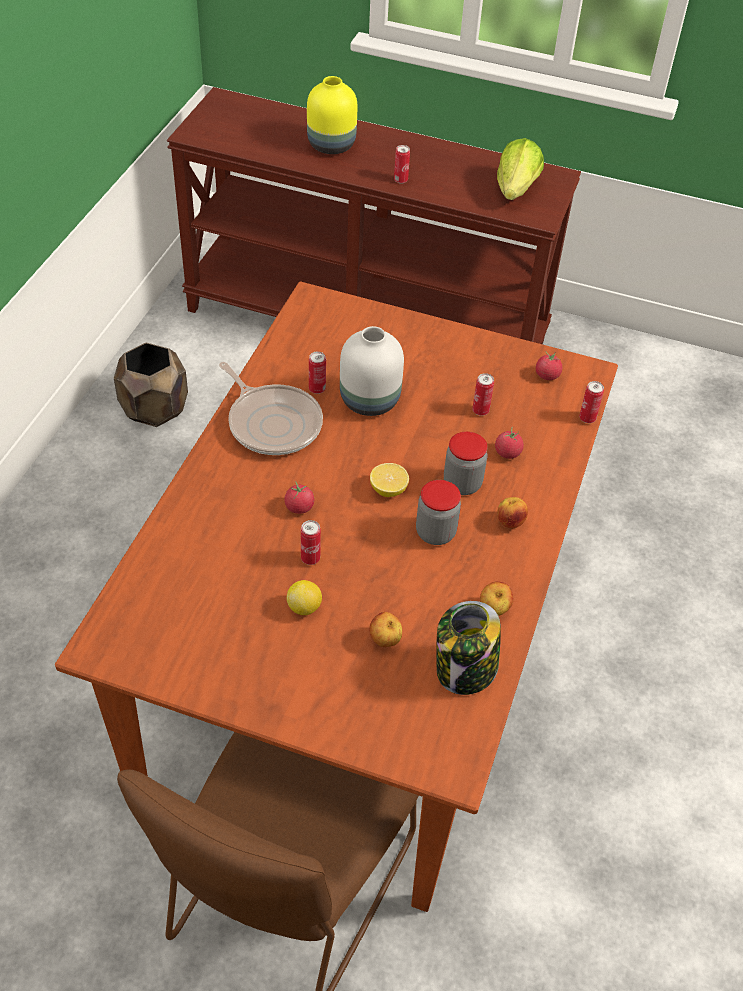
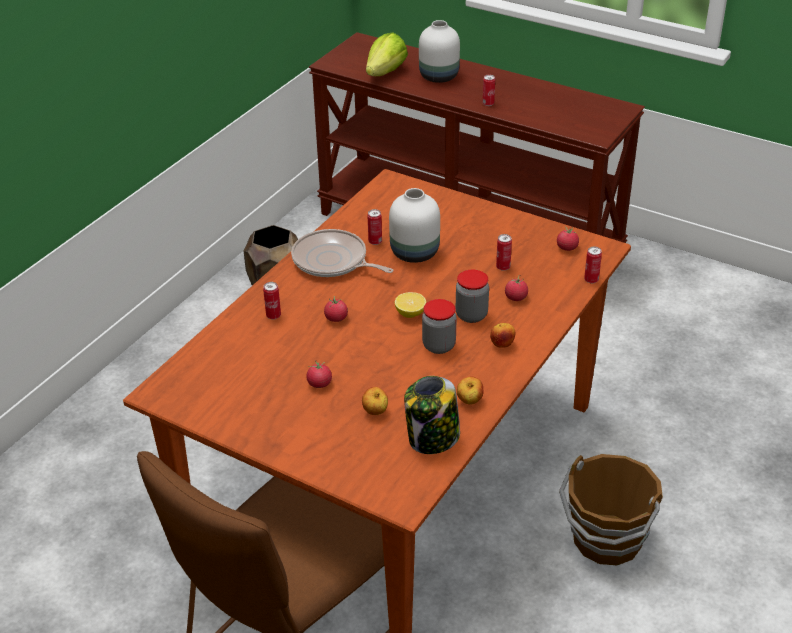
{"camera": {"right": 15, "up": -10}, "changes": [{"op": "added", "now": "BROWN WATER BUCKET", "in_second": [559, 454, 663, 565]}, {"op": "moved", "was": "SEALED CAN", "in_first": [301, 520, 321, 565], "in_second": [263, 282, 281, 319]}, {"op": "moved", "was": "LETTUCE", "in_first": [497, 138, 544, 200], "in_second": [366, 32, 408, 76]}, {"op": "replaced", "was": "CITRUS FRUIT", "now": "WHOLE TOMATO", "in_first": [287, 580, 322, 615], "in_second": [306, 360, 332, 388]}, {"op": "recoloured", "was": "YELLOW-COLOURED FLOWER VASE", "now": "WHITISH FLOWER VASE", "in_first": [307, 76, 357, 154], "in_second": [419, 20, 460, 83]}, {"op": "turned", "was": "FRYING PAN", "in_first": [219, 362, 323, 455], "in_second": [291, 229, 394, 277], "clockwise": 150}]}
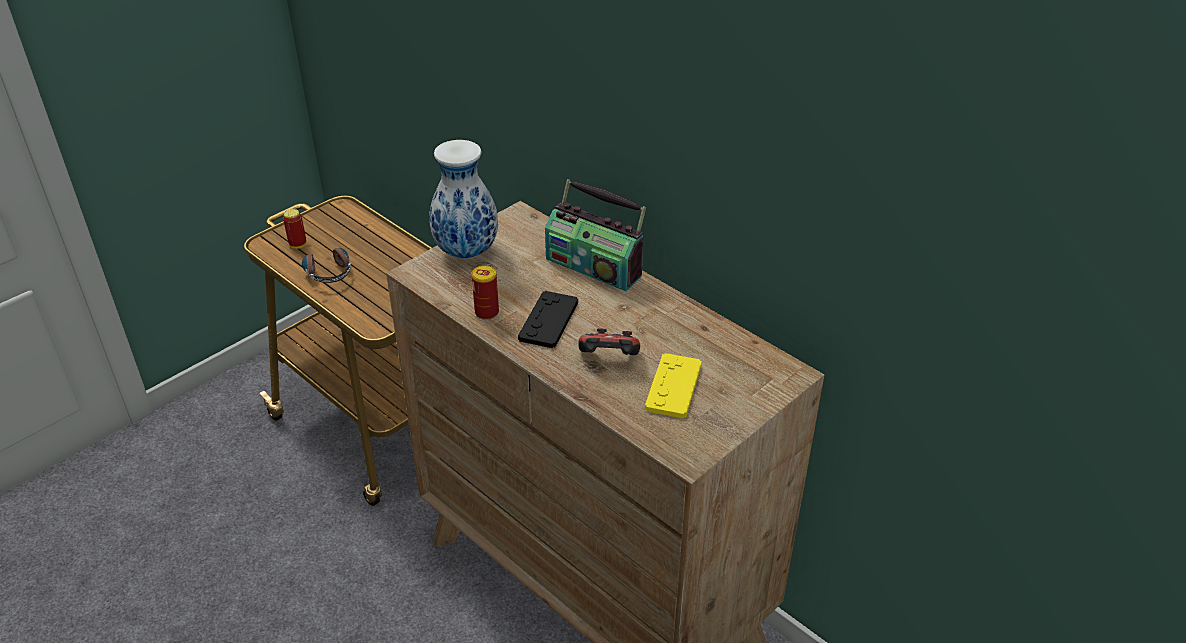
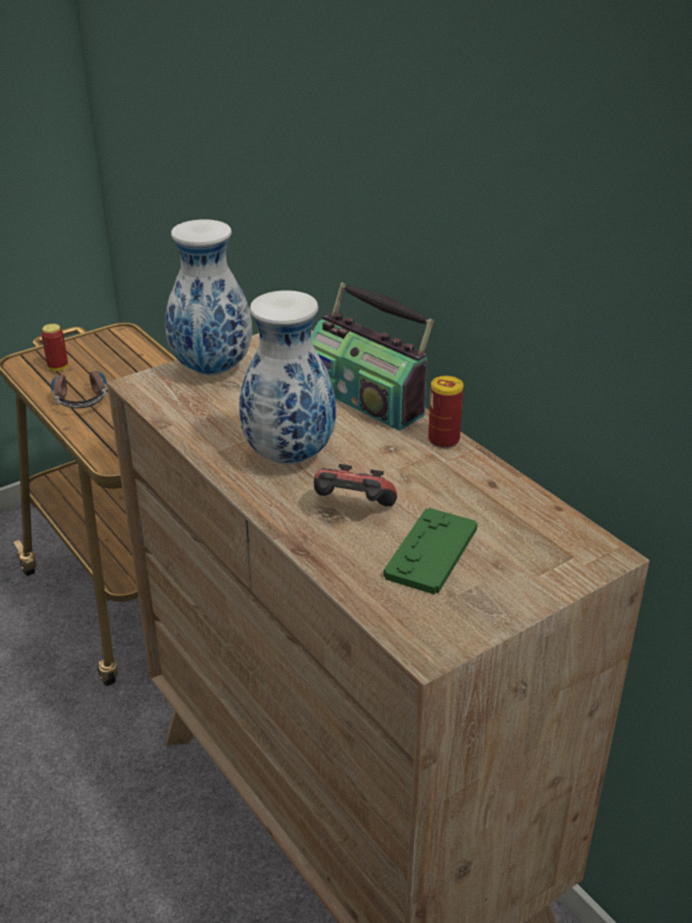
{"camera": {"right": 10, "up": -5}, "changes": [{"op": "moved", "was": "SEALED CAN", "in_first": [471, 265, 499, 320], "in_second": [428, 376, 464, 448]}, {"op": "replaced", "was": "BLACK JOYPAD", "now": "FLOWER VASE", "in_first": [518, 291, 578, 348], "in_second": [239, 290, 336, 465]}, {"op": "recoloured", "was": "YELLOW-COLOURED JOYPAD", "now": "GREEN-COLOURED JOYPAD", "in_first": [645, 353, 702, 419], "in_second": [383, 508, 477, 594]}]}
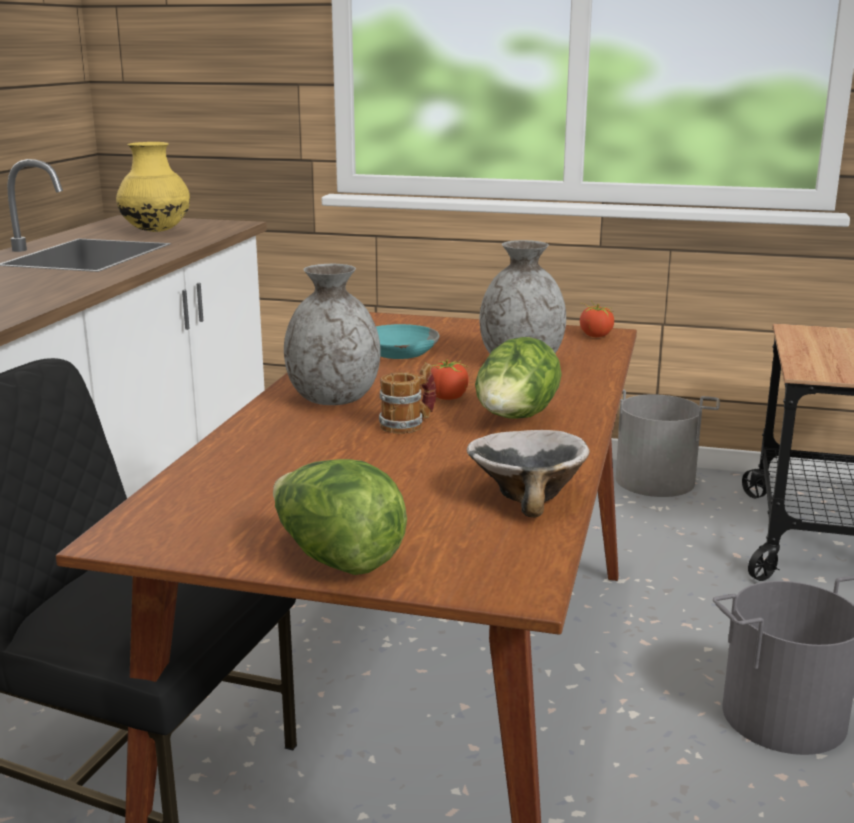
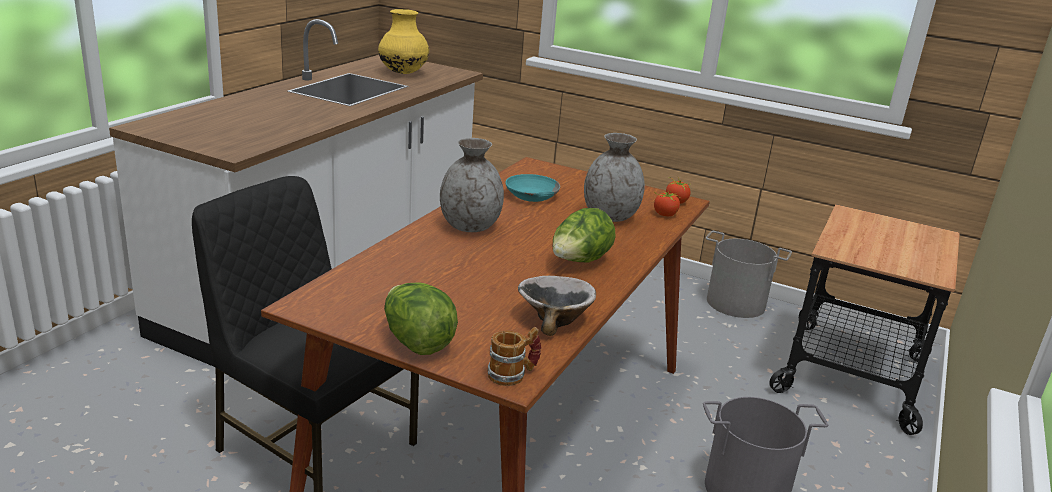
{"camera": {"right": 10, "up": 5}, "changes": [{"op": "moved", "was": "MUG", "in_first": [379, 363, 436, 434], "in_second": [488, 327, 541, 386]}, {"op": "moved", "was": "WHOLE TOMATO", "in_first": [425, 360, 469, 400], "in_second": [654, 191, 680, 216]}]}
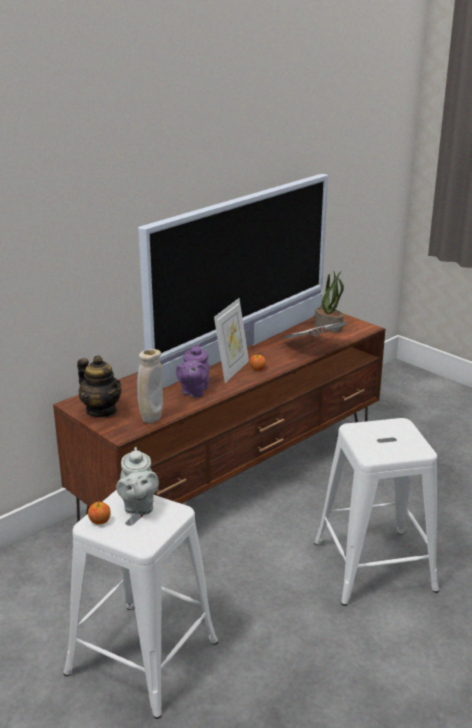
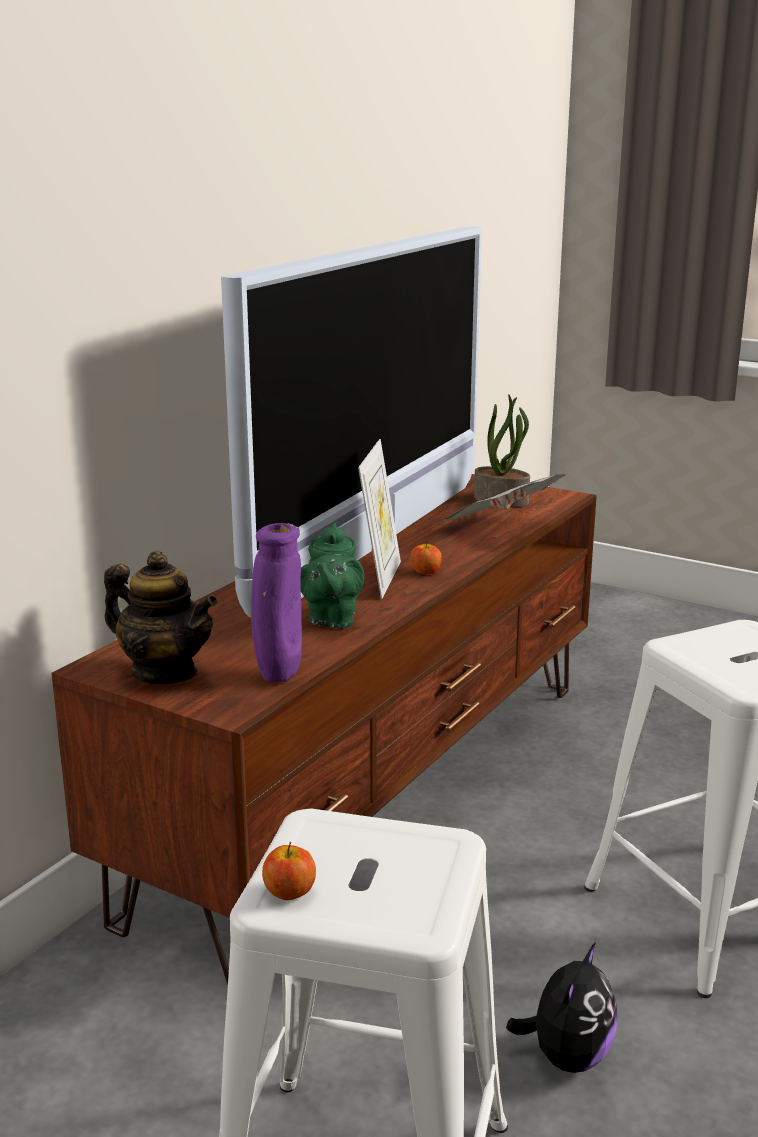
{"camera": {"right": -15, "up": -5}, "changes": [{"op": "removed", "was": "GREY POT FOR TEA", "in_first": [116, 447, 159, 515]}, {"op": "added", "now": "PLUSH TOY", "in_second": [506, 942, 618, 1073]}, {"op": "recoloured", "was": "SAND-COLOURED FLOWER VASE", "now": "PURPLISH FLOWER VASE", "in_first": [137, 349, 163, 423], "in_second": [251, 523, 302, 683]}, {"op": "recoloured", "was": "PURPLISH POT FOR TEA", "now": "GREEN-COLOURED POT FOR TEA", "in_first": [176, 344, 210, 398], "in_second": [300, 523, 364, 629]}]}
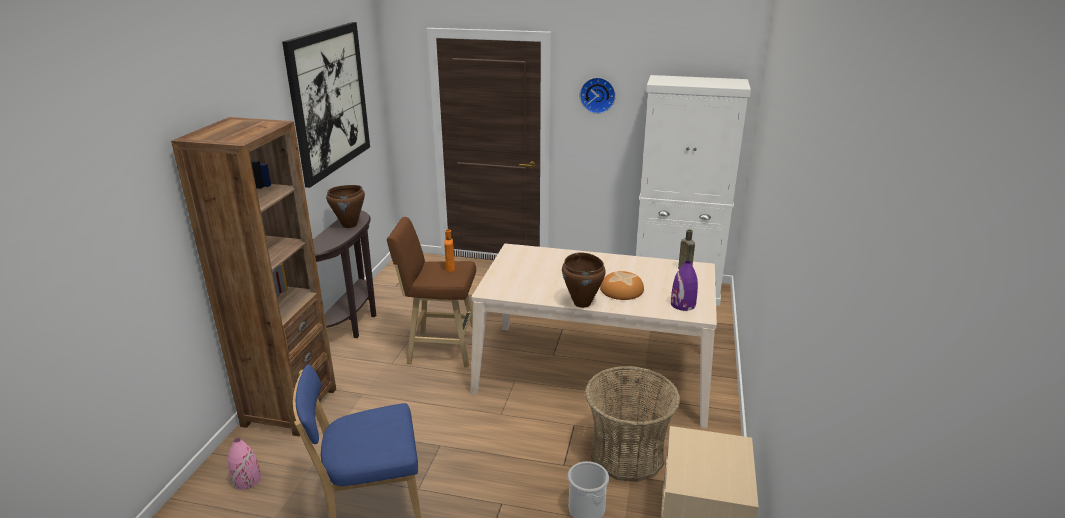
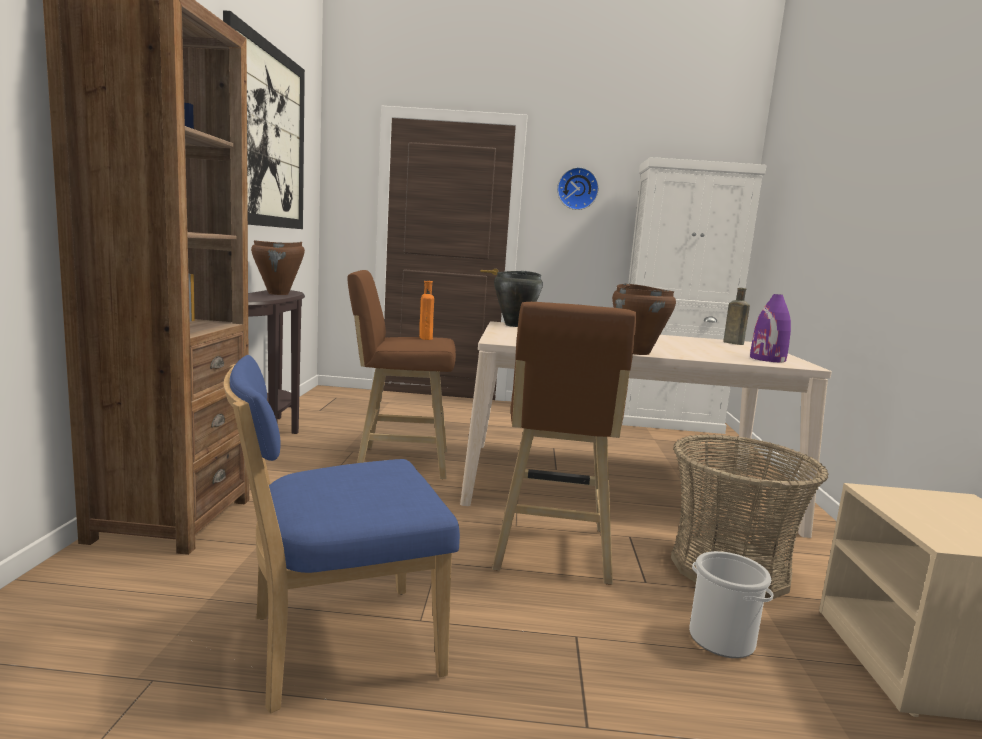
{"camera": {"right": -10, "up": -15}, "changes": [{"op": "removed", "was": "PINK-COLOURED FLOWER VASE", "in_first": [228, 438, 261, 490]}, {"op": "removed", "was": "BAKERY BREAD", "in_first": [600, 271, 644, 300]}, {"op": "added", "now": "BROWN STOOL", "in_second": [492, 302, 636, 585]}, {"op": "added", "now": "BLACK COOKING POT", "in_second": [494, 271, 543, 327]}]}
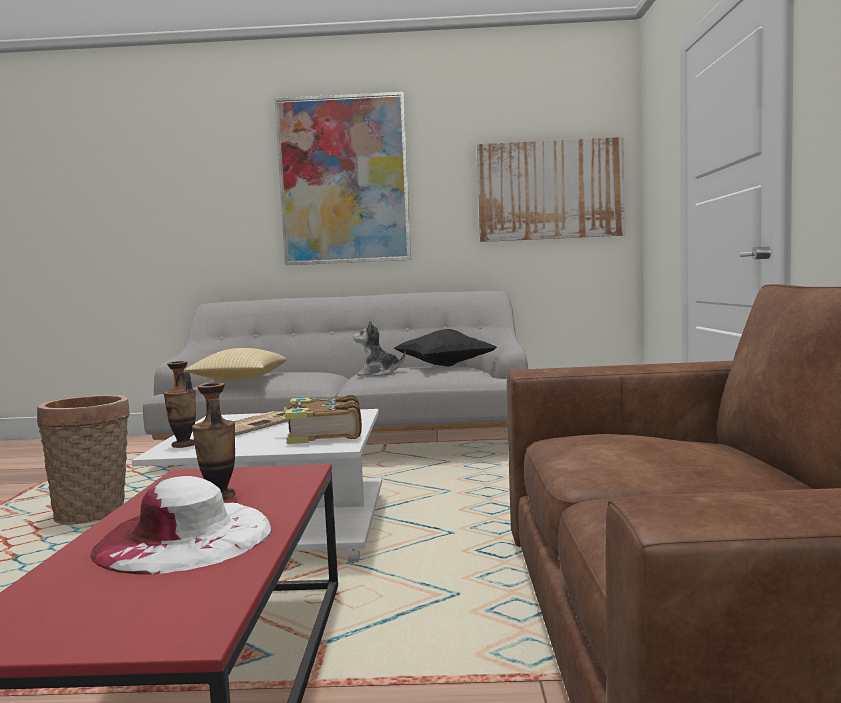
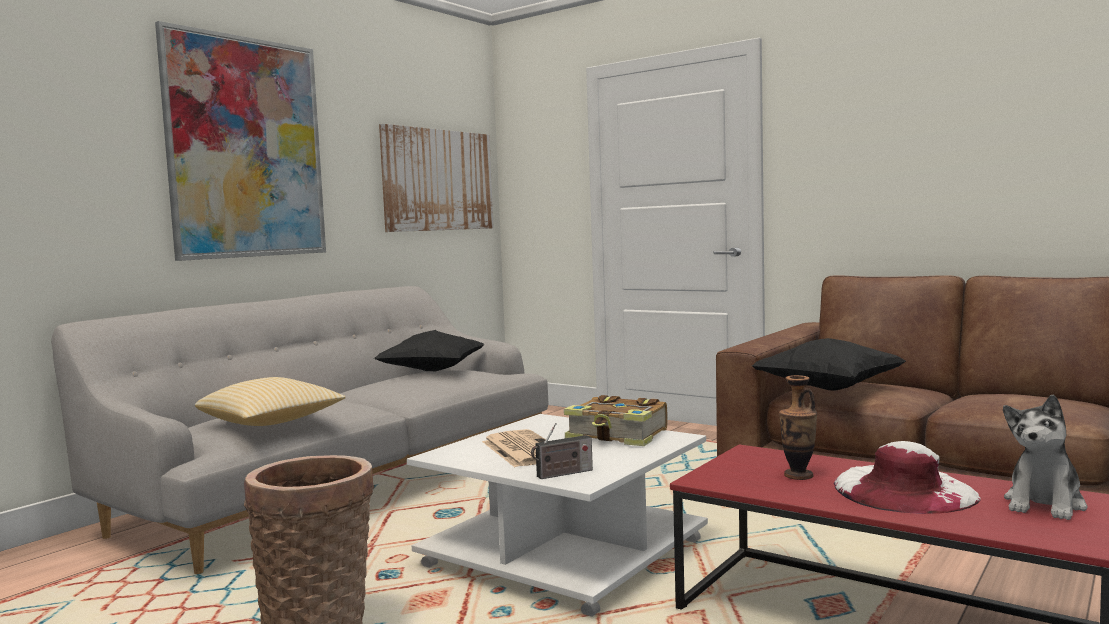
{"camera": {"right": -55, "up": 0}, "changes": [{"op": "added", "now": "BLACK CUSHION", "in_second": [752, 338, 906, 391]}, {"op": "moved", "was": "PLUSH TOY", "in_first": [353, 320, 406, 376], "in_second": [1003, 394, 1087, 520]}, {"op": "replaced", "was": "FLOWER VASE", "now": "RADIO RECEIVER", "in_first": [164, 361, 196, 448], "in_second": [531, 423, 593, 479]}]}
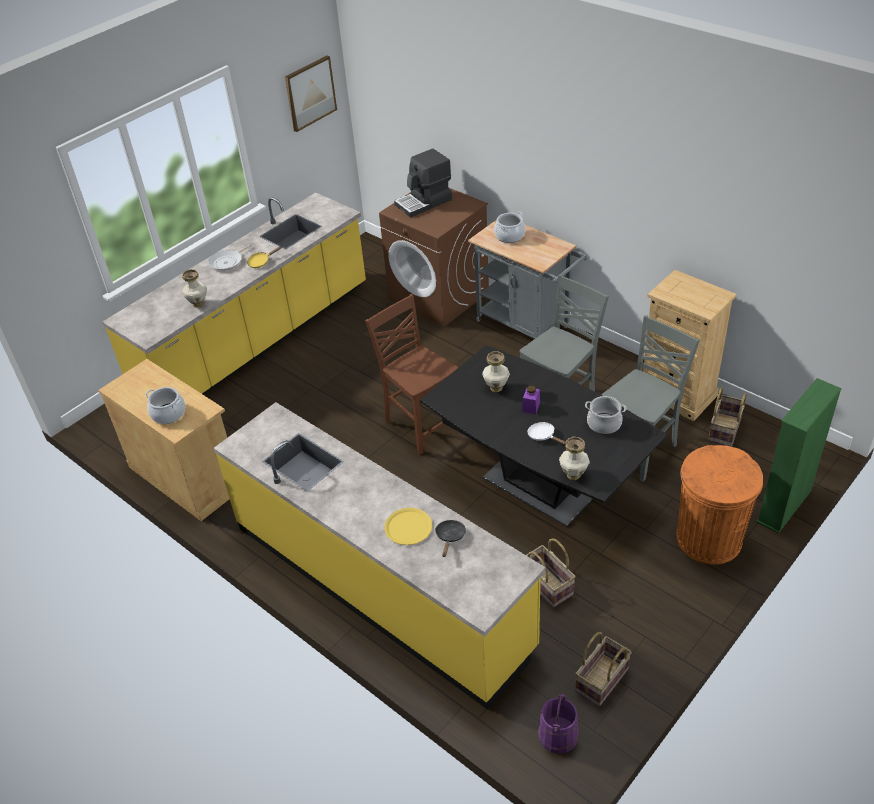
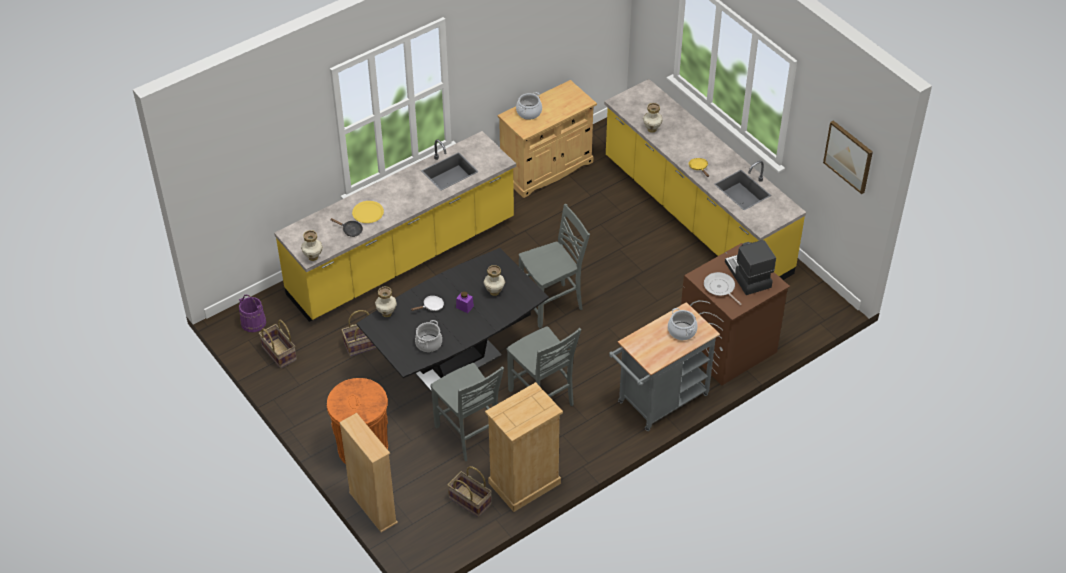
{"camera": {"right": 100, "up": 5}, "changes": [{"op": "added", "now": "FLOWER VASE", "in_second": [301, 230, 323, 261]}, {"op": "moved", "was": "FRYING PAN", "in_first": [208, 244, 253, 271], "in_second": [704, 272, 742, 305]}, {"op": "recoloured", "was": "BROWN CHAIR", "now": "GREY CHAIR", "in_first": [365, 294, 458, 455], "in_second": [519, 204, 590, 328]}, {"op": "recoloured", "was": "GREEN-COLOURED BOOKCASE", "now": "SAND-COLOURED BOOKCASE", "in_first": [756, 378, 842, 534], "in_second": [339, 413, 398, 532]}]}
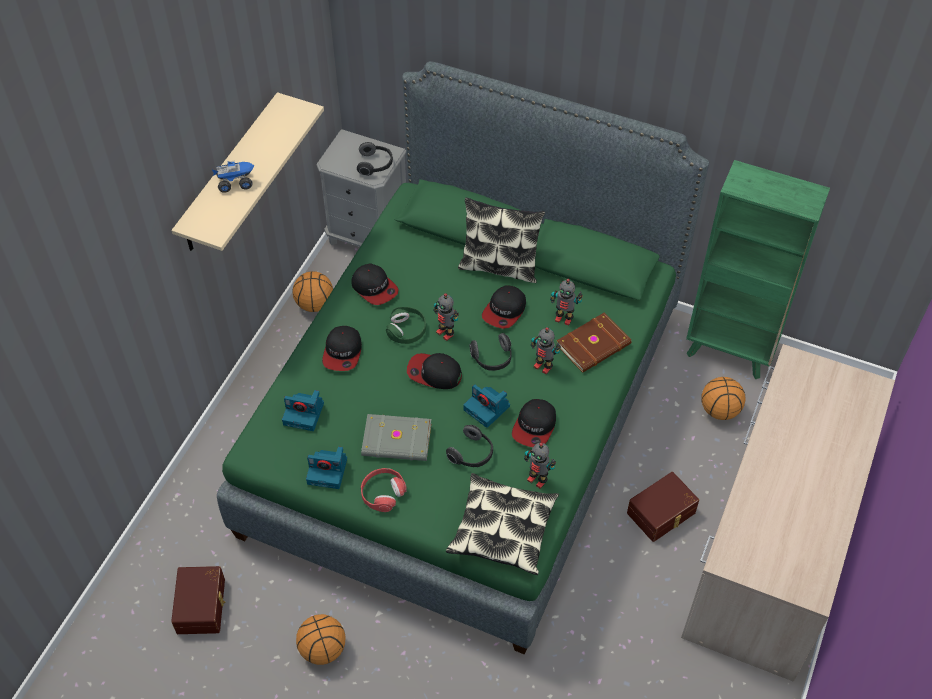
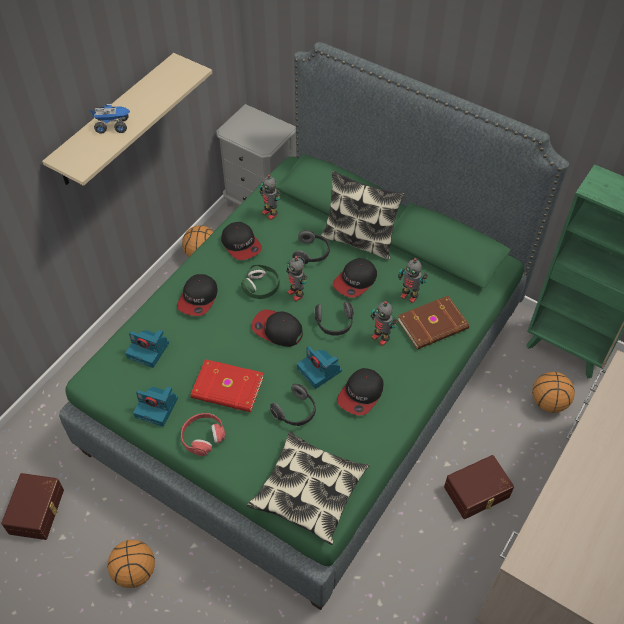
{"camera": {"right": 10, "up": 0}, "changes": [{"op": "moved", "was": "PAIR OF HEADPHONES", "in_first": [357, 142, 393, 176], "in_second": [293, 230, 330, 264]}, {"op": "moved", "was": "MODEL ROBOT", "in_first": [524, 443, 556, 489], "in_second": [260, 174, 281, 220]}, {"op": "recoloured", "was": "GREY BOUND BOOK", "now": "REDDISH BOUND BOOK", "in_first": [361, 414, 431, 461], "in_second": [191, 359, 264, 412]}]}
